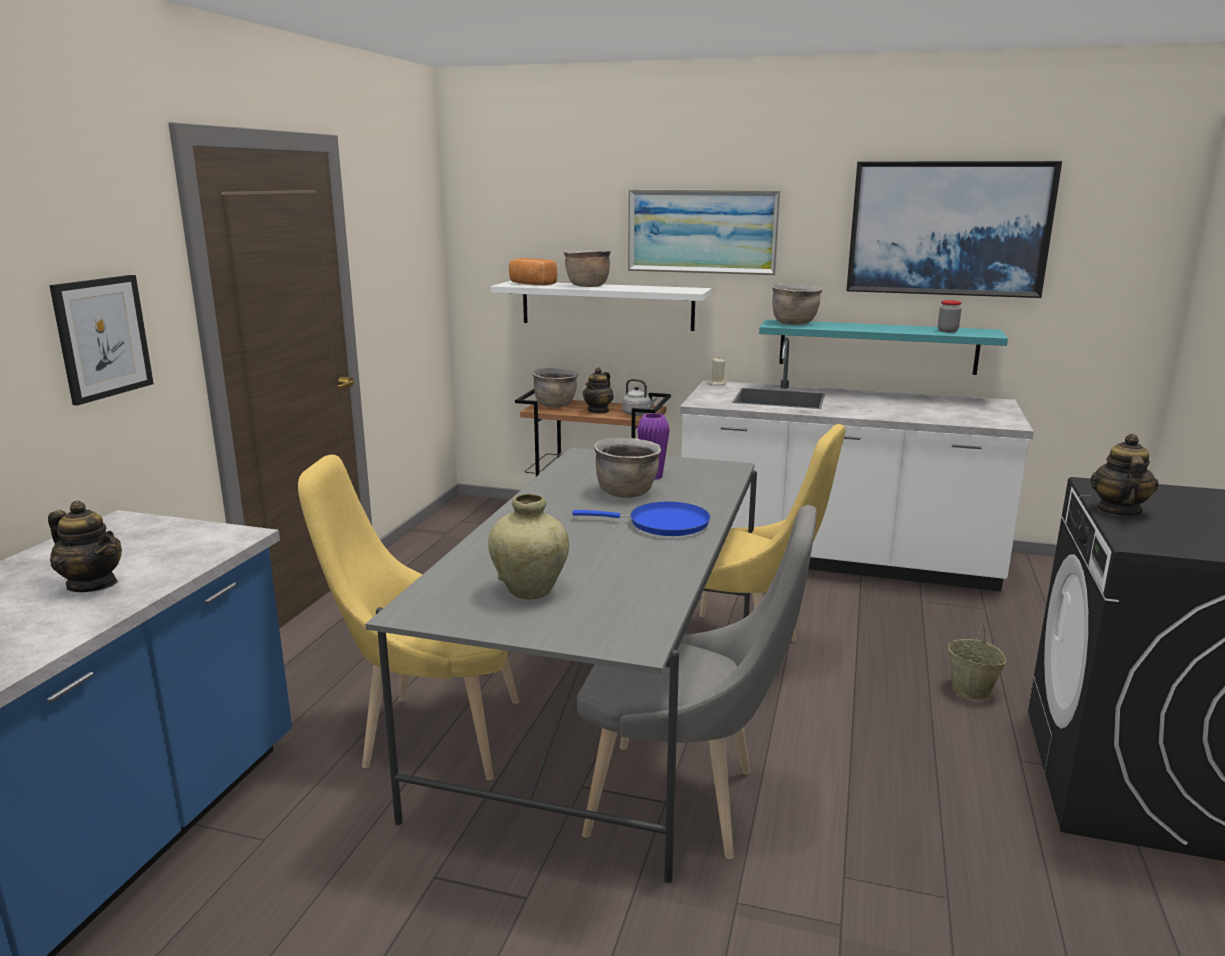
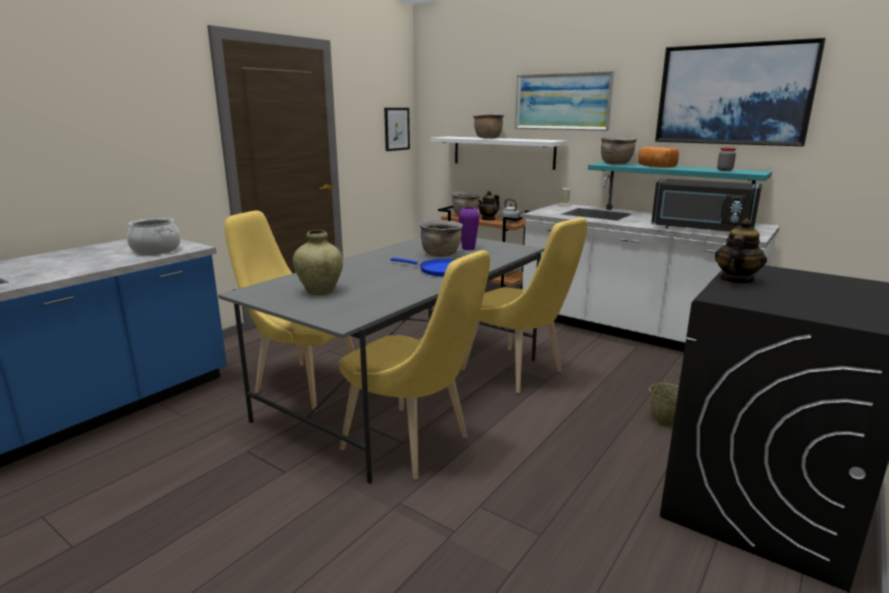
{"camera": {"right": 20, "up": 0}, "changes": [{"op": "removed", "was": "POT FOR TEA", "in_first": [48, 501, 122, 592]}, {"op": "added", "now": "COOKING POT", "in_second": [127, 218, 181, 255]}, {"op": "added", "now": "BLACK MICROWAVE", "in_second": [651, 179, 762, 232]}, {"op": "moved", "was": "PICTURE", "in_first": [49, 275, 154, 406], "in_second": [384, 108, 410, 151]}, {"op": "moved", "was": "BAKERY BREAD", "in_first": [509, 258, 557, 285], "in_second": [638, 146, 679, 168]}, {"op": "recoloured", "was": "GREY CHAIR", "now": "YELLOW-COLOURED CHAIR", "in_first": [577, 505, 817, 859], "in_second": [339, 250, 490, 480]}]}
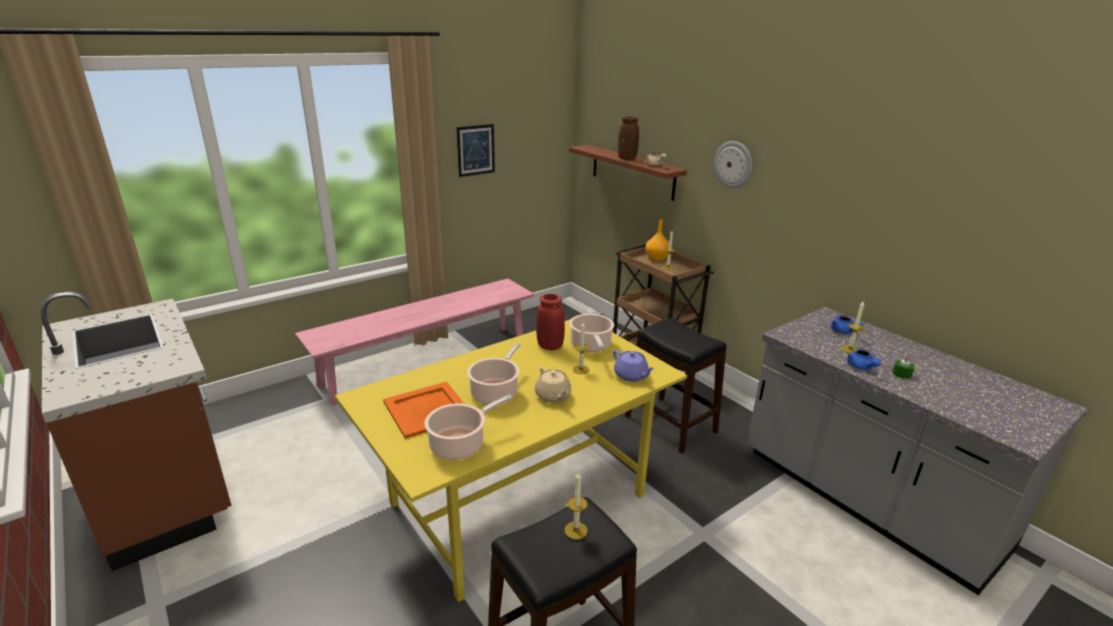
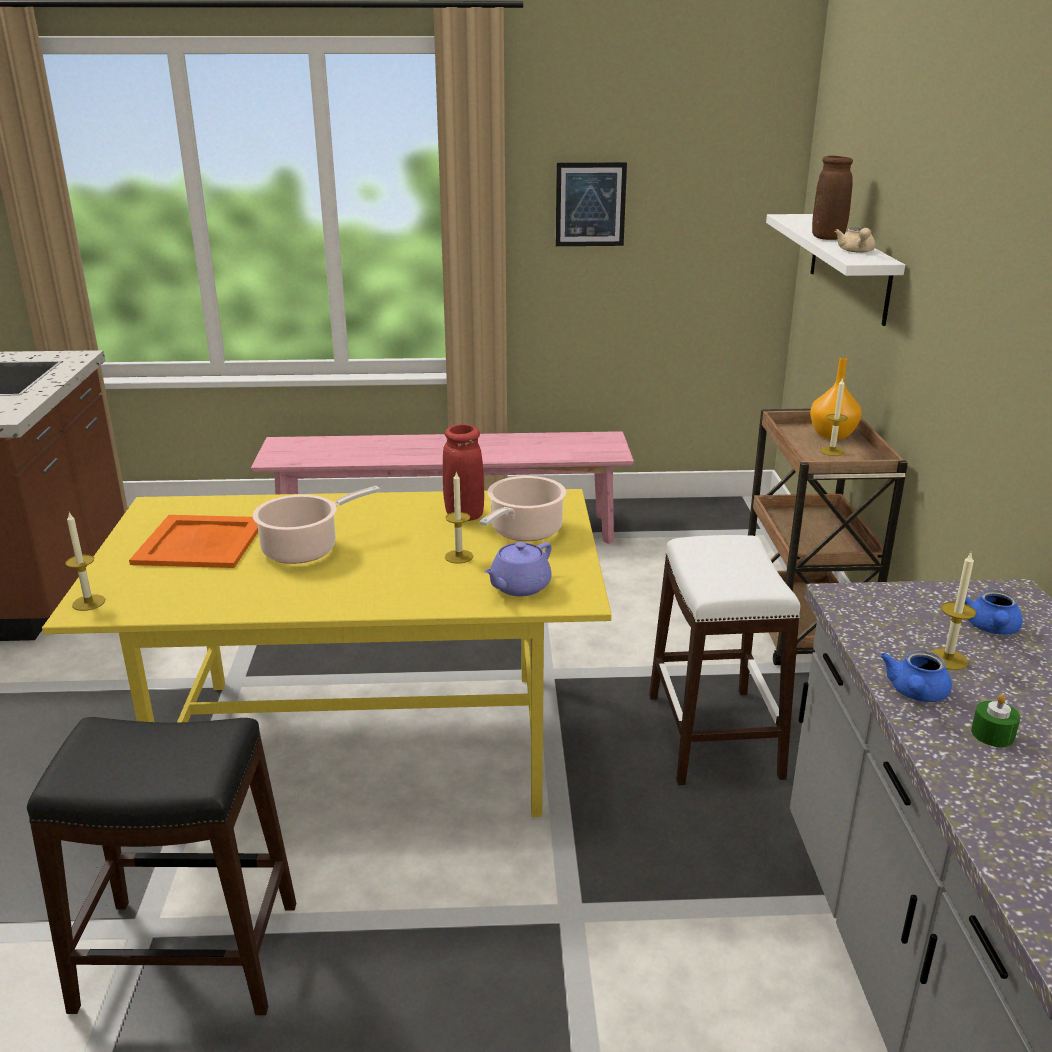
{"camera": {"right": 35, "up": 0}, "changes": [{"op": "removed", "was": "COOKING POT", "in_first": [425, 395, 512, 460]}, {"op": "removed", "was": "SAND-COLOURED POT FOR TEA", "in_first": [535, 367, 571, 403]}, {"op": "removed", "was": "CLOCK ON THE WALL", "in_first": [714, 141, 752, 188]}, {"op": "moved", "was": "CANDLE", "in_first": [564, 472, 588, 540], "in_second": [65, 512, 105, 611]}, {"op": "recoloured", "was": "BROWN SHELF", "now": "WHITISH SHELF", "in_first": [569, 145, 687, 201], "in_second": [766, 214, 905, 326]}, {"op": "recoloured", "was": "BLACK STOOL", "now": "WHITISH STOOL", "in_first": [625, 318, 727, 454], "in_second": [649, 535, 800, 785]}, {"op": "turned", "was": "PURPLISH POT FOR TEA", "in_first": [613, 350, 655, 382], "in_second": [484, 542, 552, 596], "clockwise": 45}]}
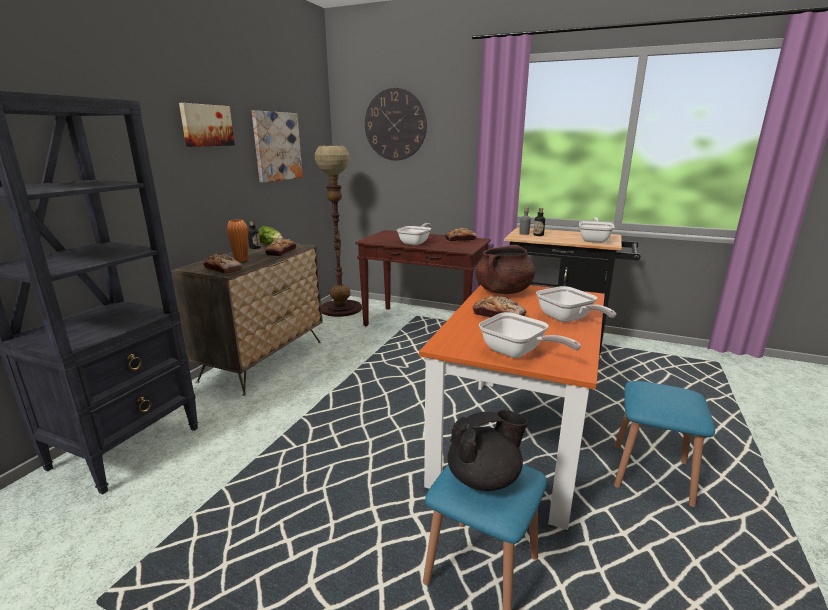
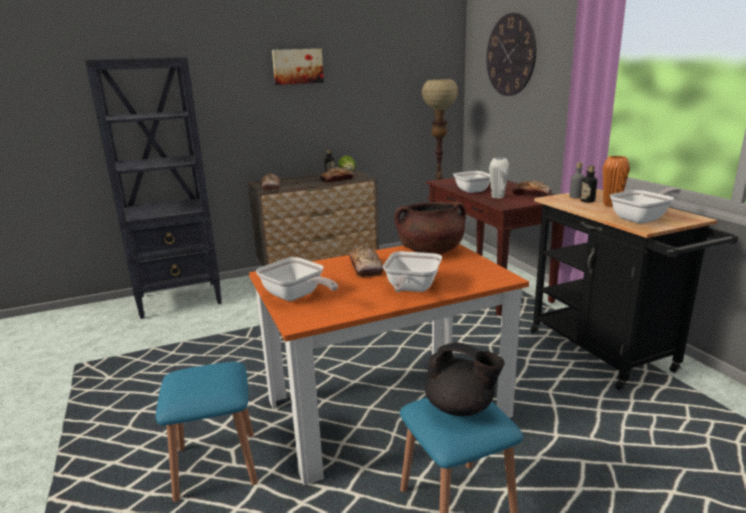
{"camera": {"right": 45, "up": 0}, "changes": [{"op": "removed", "was": "PICTURE", "in_first": [252, 110, 303, 183]}, {"op": "added", "now": "WHITISH FLOWER VASE", "in_second": [489, 157, 510, 199]}, {"op": "moved", "was": "ORANGE-COLOURED FLOWER VASE", "in_first": [226, 220, 248, 262], "in_second": [603, 156, 630, 207]}, {"op": "moved", "was": "BLACK POT FOR TEA", "in_first": [447, 410, 528, 491], "in_second": [425, 342, 505, 416]}, {"op": "turned", "was": "FRYING PAN", "in_first": [479, 312, 581, 358], "in_second": [256, 257, 338, 301], "clockwise": -45}]}
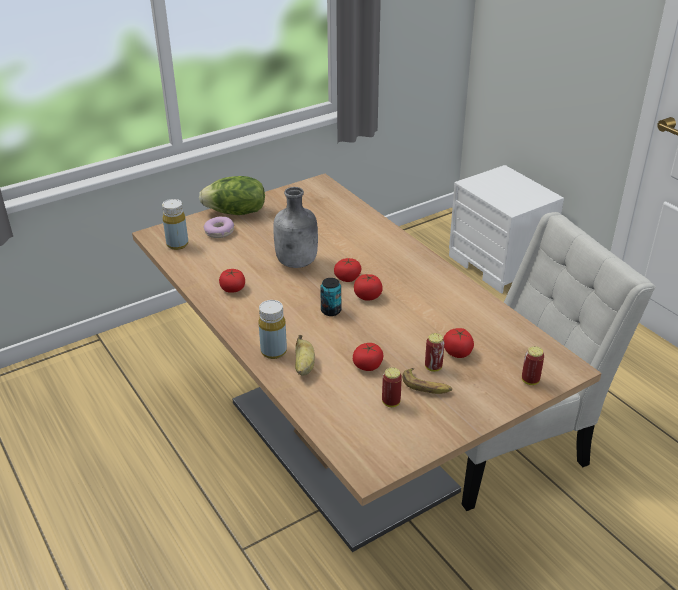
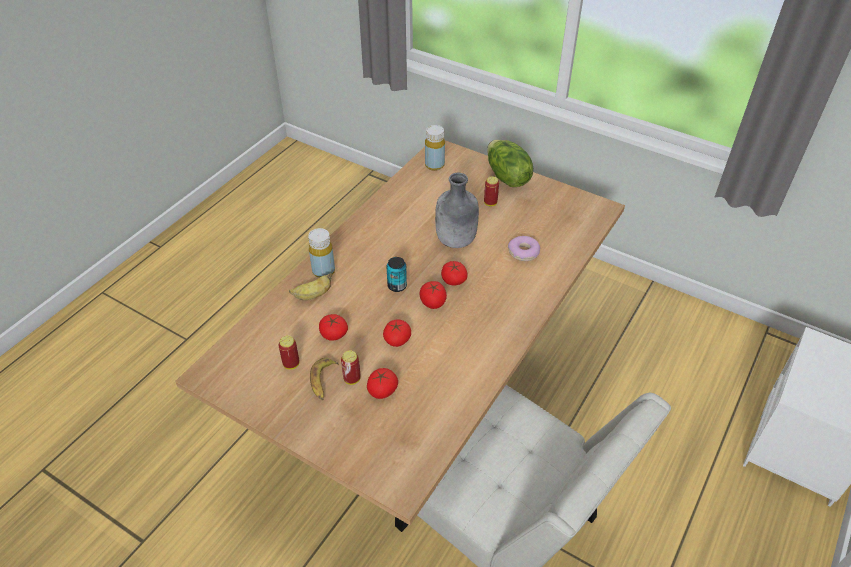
{"camera": {"right": 65, "up": 10}, "changes": [{"op": "moved", "was": "RING DOUGHNUT", "in_first": [203, 217, 234, 238], "in_second": [508, 236, 541, 261]}, {"op": "moved", "was": "WHOLE TOMATO", "in_first": [219, 269, 245, 293], "in_second": [383, 320, 411, 347]}, {"op": "moved", "was": "SEALED CAN", "in_first": [522, 346, 544, 385], "in_second": [484, 176, 499, 206]}]}
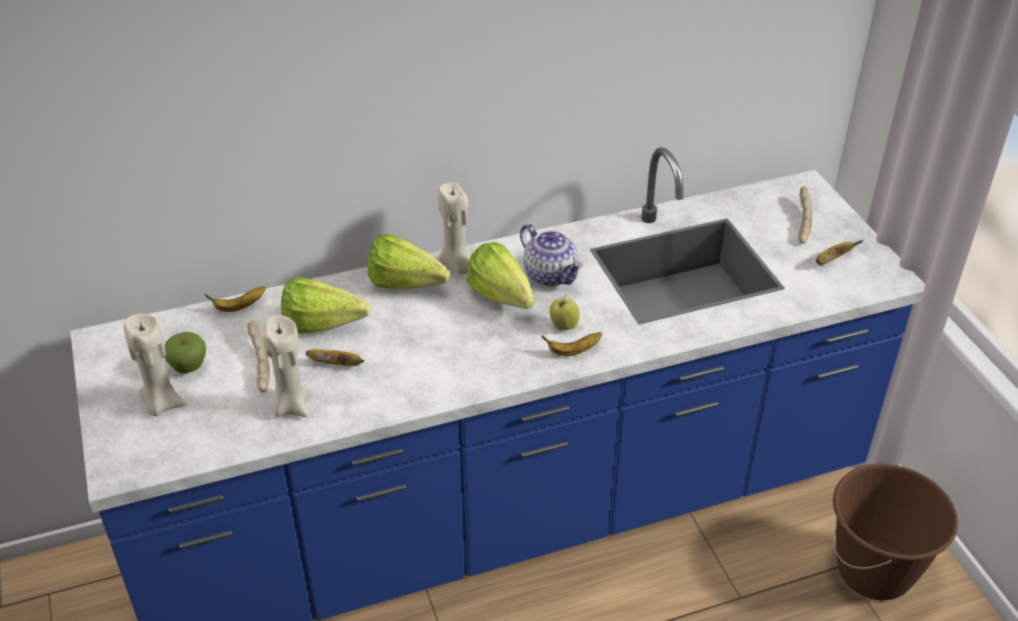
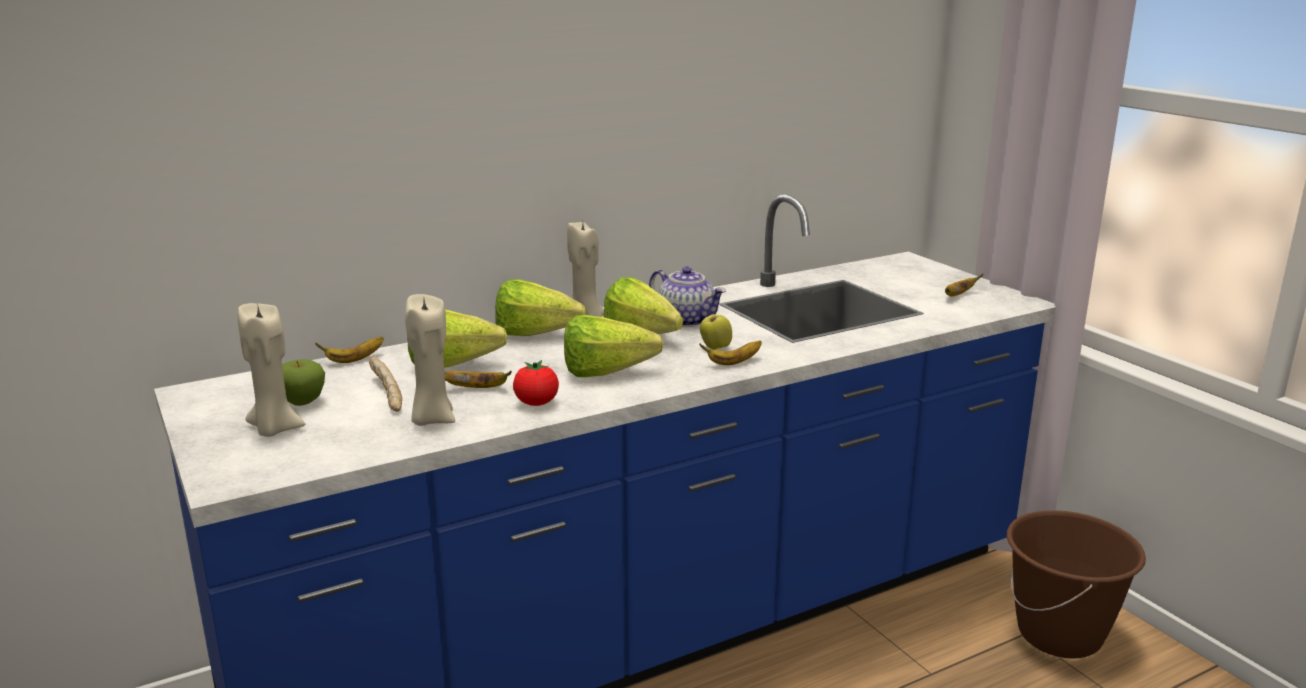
{"camera": {"right": -10, "up": -20}, "changes": [{"op": "removed", "was": "BAKERY BREAD", "in_first": [798, 186, 812, 243]}, {"op": "added", "now": "WHOLE TOMATO", "in_second": [513, 360, 559, 406]}, {"op": "added", "now": "LETTUCE", "in_second": [564, 315, 663, 377]}]}
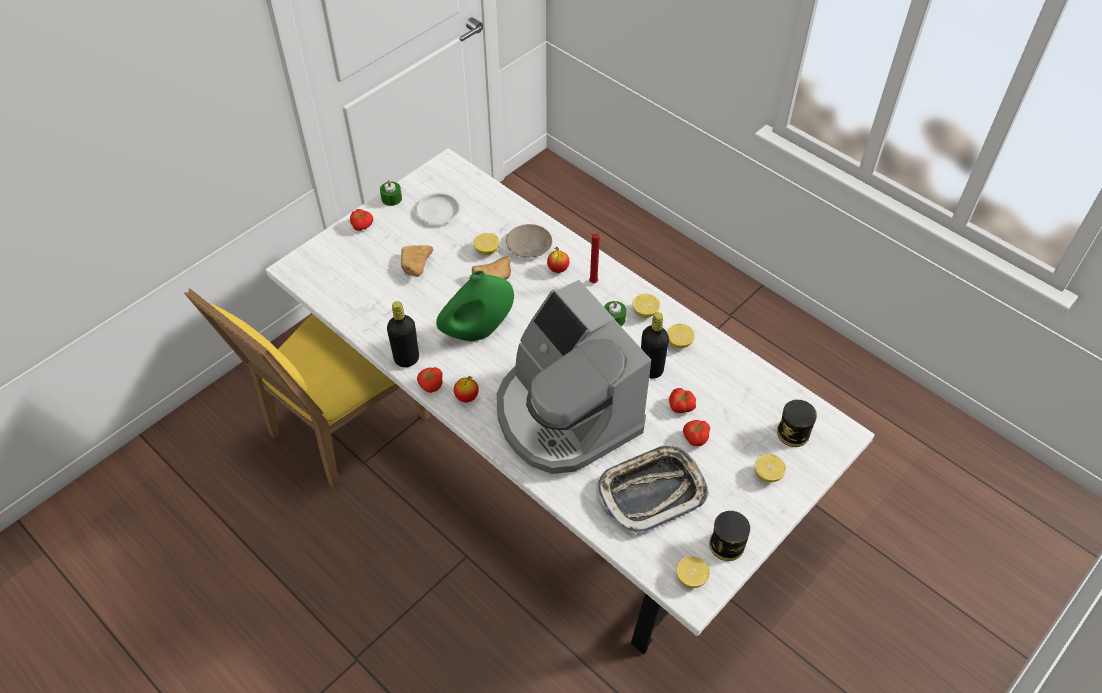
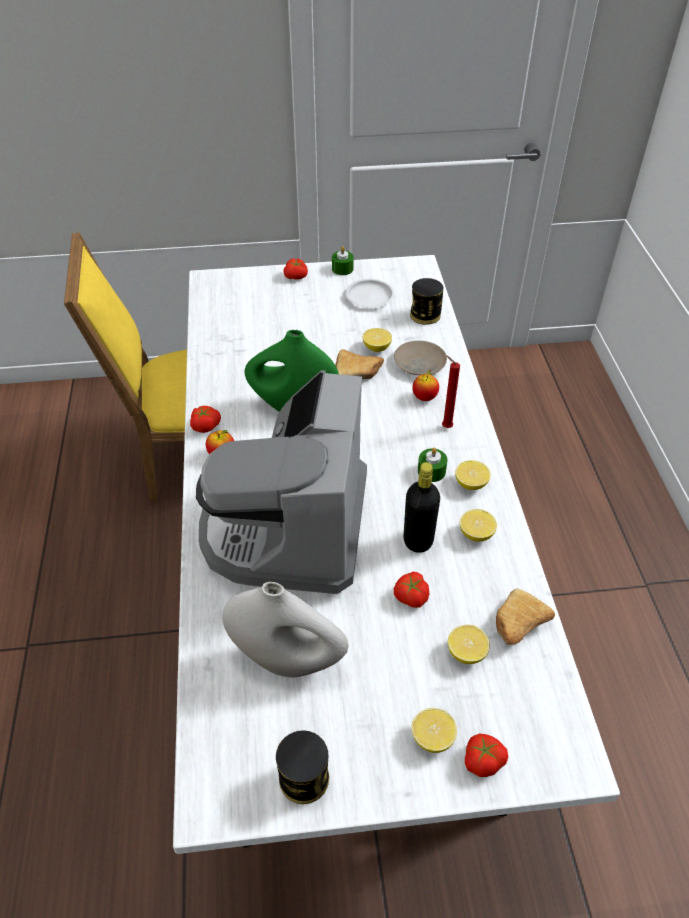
{"camera": {"right": 40, "up": -5}, "changes": [{"op": "removed", "was": "BLACK BEVERAGE BOTTLE", "in_first": [387, 301, 419, 367]}, {"op": "moved", "was": "BAKERY BREAD", "in_first": [401, 245, 433, 277], "in_second": [496, 589, 555, 645]}, {"op": "moved", "was": "CITRUS FRUIT", "in_first": [676, 556, 710, 588], "in_second": [448, 625, 490, 664]}, {"op": "moved", "was": "WHOLE TOMATO", "in_first": [683, 420, 710, 446], "in_second": [465, 734, 508, 777]}, {"op": "moved", "was": "SEALED CAN", "in_first": [777, 400, 817, 447], "in_second": [410, 278, 443, 325]}, {"op": "replaced", "was": "TRAY", "now": "WHITISH FLOWER VASE", "in_first": [596, 442, 709, 535], "in_second": [222, 582, 348, 677]}]}
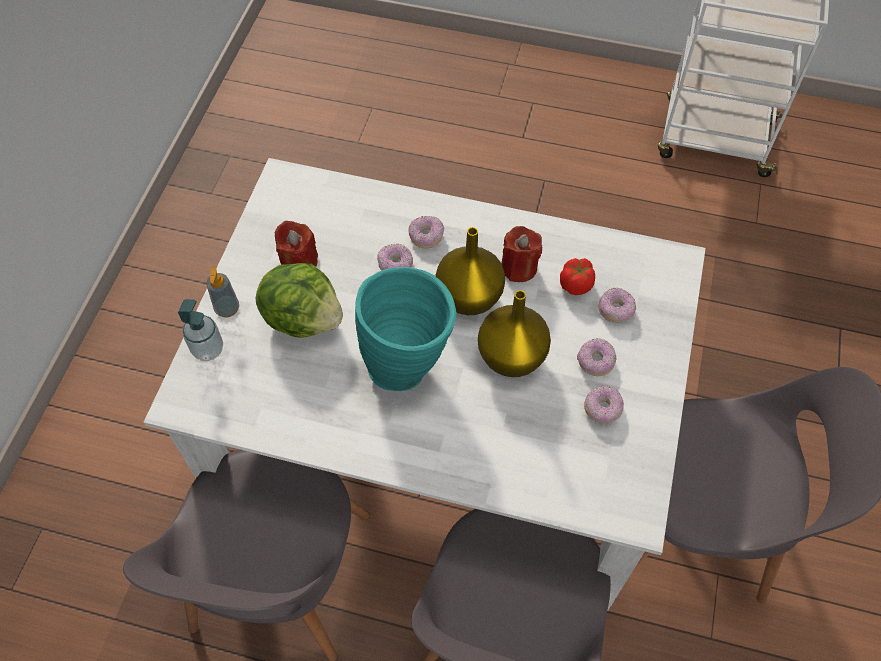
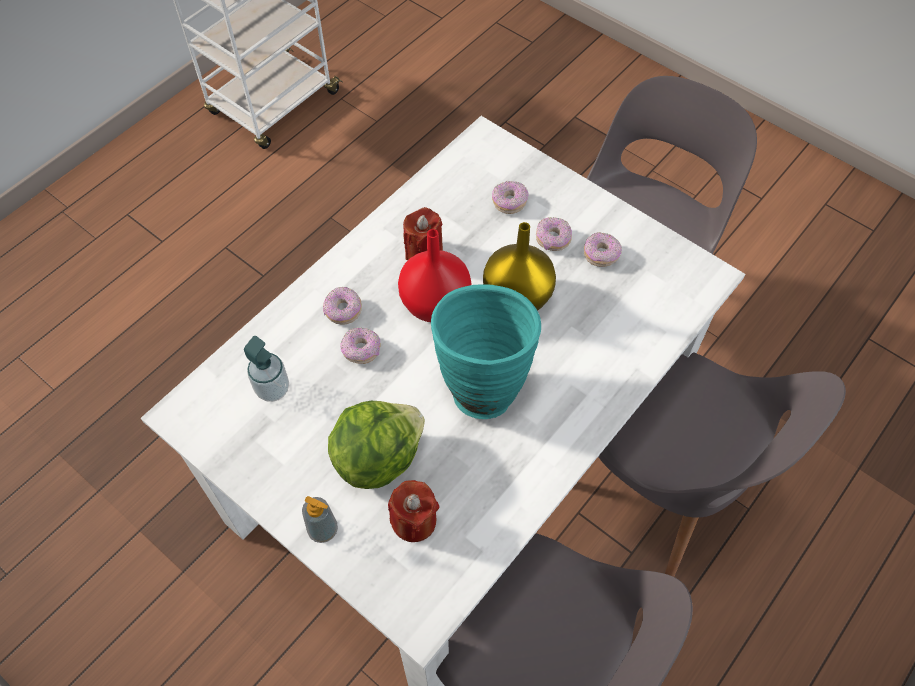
{"camera": {"right": -65, "up": 0}, "changes": [{"op": "removed", "was": "WHOLE TOMATO", "in_first": [560, 258, 595, 295]}, {"op": "moved", "was": "LIQUID SOAP BOTTLE", "in_first": [178, 299, 223, 361], "in_second": [244, 336, 289, 402]}, {"op": "moved", "was": "REDDISH CANDLE", "in_first": [275, 221, 318, 267], "in_second": [388, 480, 440, 542]}, {"op": "recoloured", "was": "YELLOW-COLOURED FLOWER VASE", "now": "REDDISH FLOWER VASE", "in_first": [435, 227, 505, 315], "in_second": [398, 229, 471, 322]}]}
